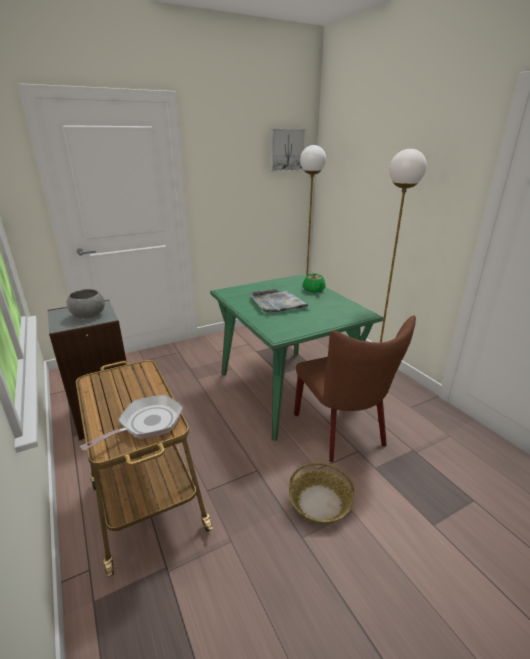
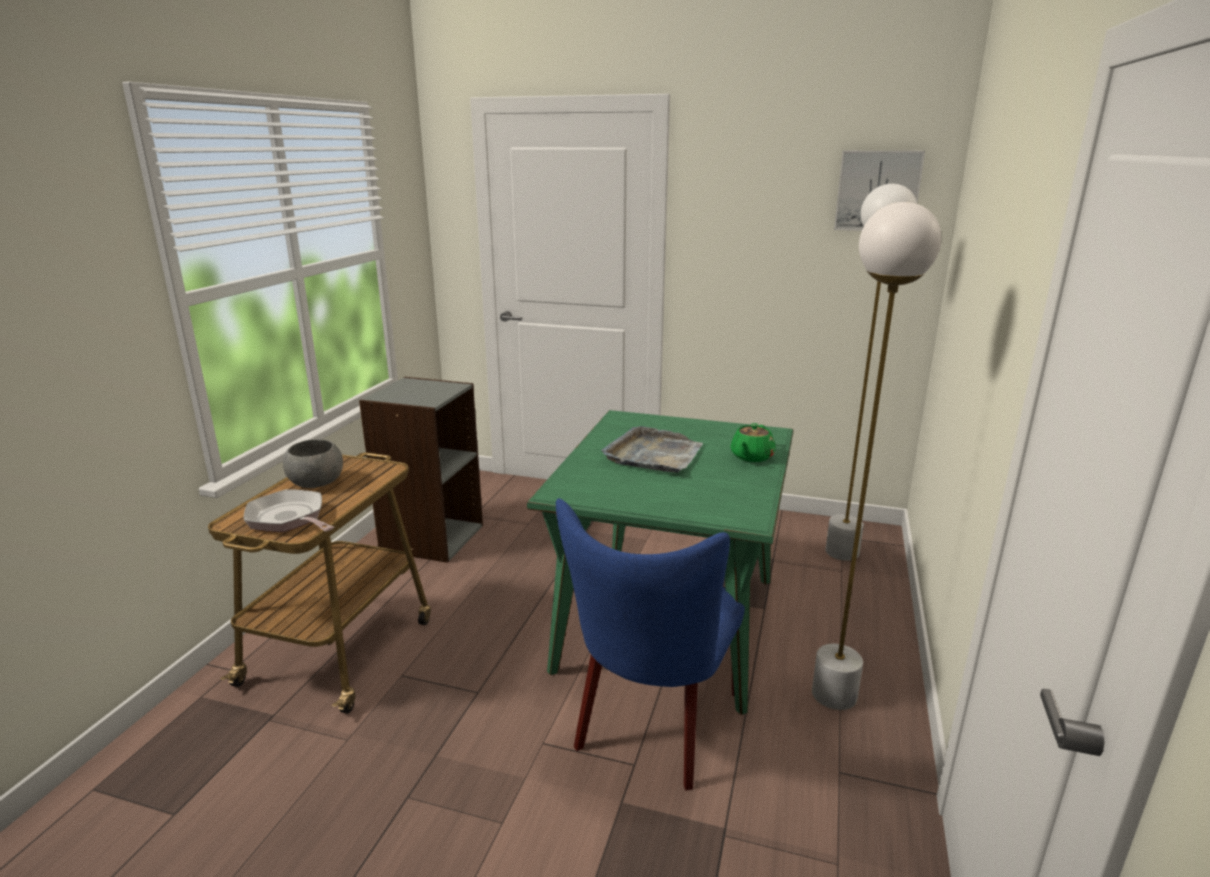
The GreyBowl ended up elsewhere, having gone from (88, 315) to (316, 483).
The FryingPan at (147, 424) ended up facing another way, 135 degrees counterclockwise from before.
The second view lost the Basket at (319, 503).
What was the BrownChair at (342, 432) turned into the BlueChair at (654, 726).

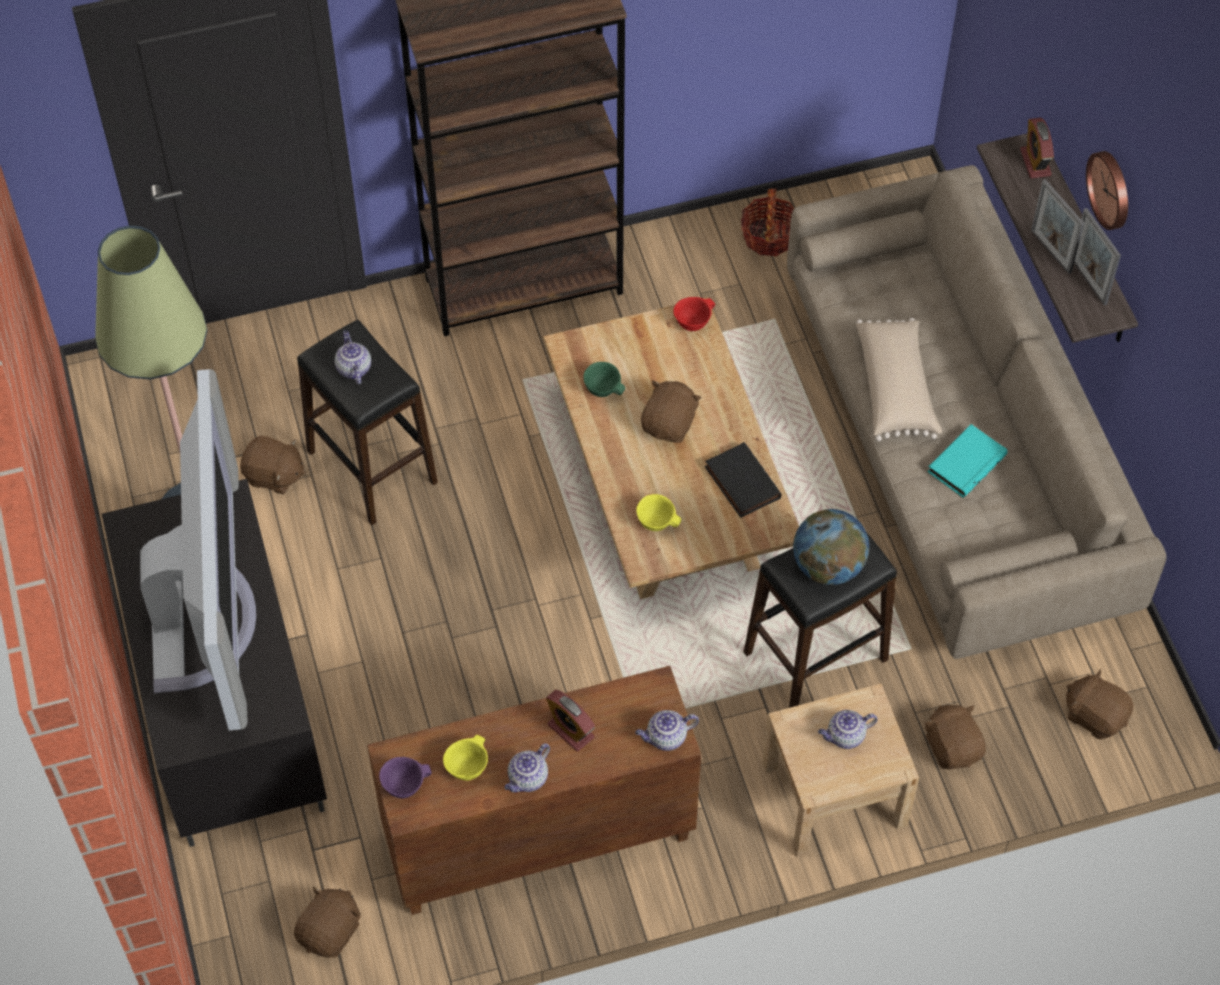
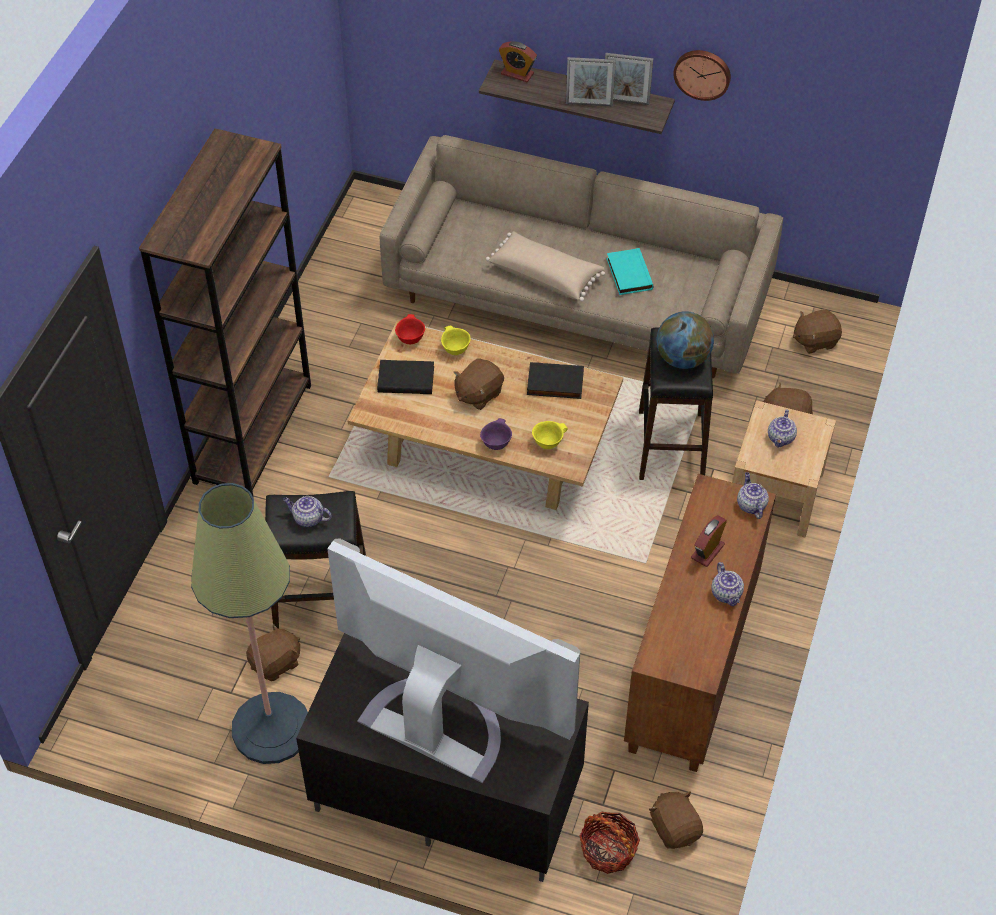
The PurpleBowl ended up elsewhere, having gone from (404, 785) to (496, 443).
The YellowBowl ended up elsewhere, having gone from (466, 767) to (455, 349).
The AlarmClock at (571, 730) ended up facing another way, 135 degrees clockwise from before.
The second view lost the GreenBowl at (603, 389).
The Teapot at (665, 738) ended up facing another way, 150 degrees clockwise from before.
The BrownPlushToy at (669, 424) ended up facing another way, 105 degrees counterclockwise from before.
The Basket ended up elsewhere, having gone from (768, 237) to (608, 850).
The WallClock ended up elsewhere, having gone from (1111, 189) to (702, 73).
The second view gained the BlackBook at (406, 378).

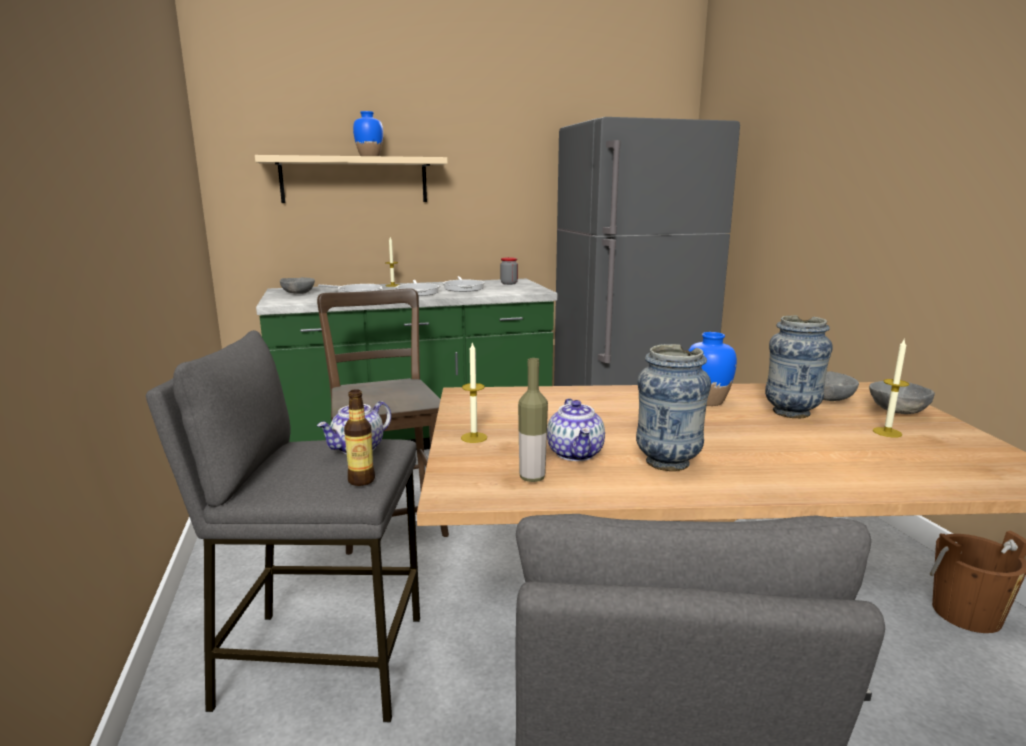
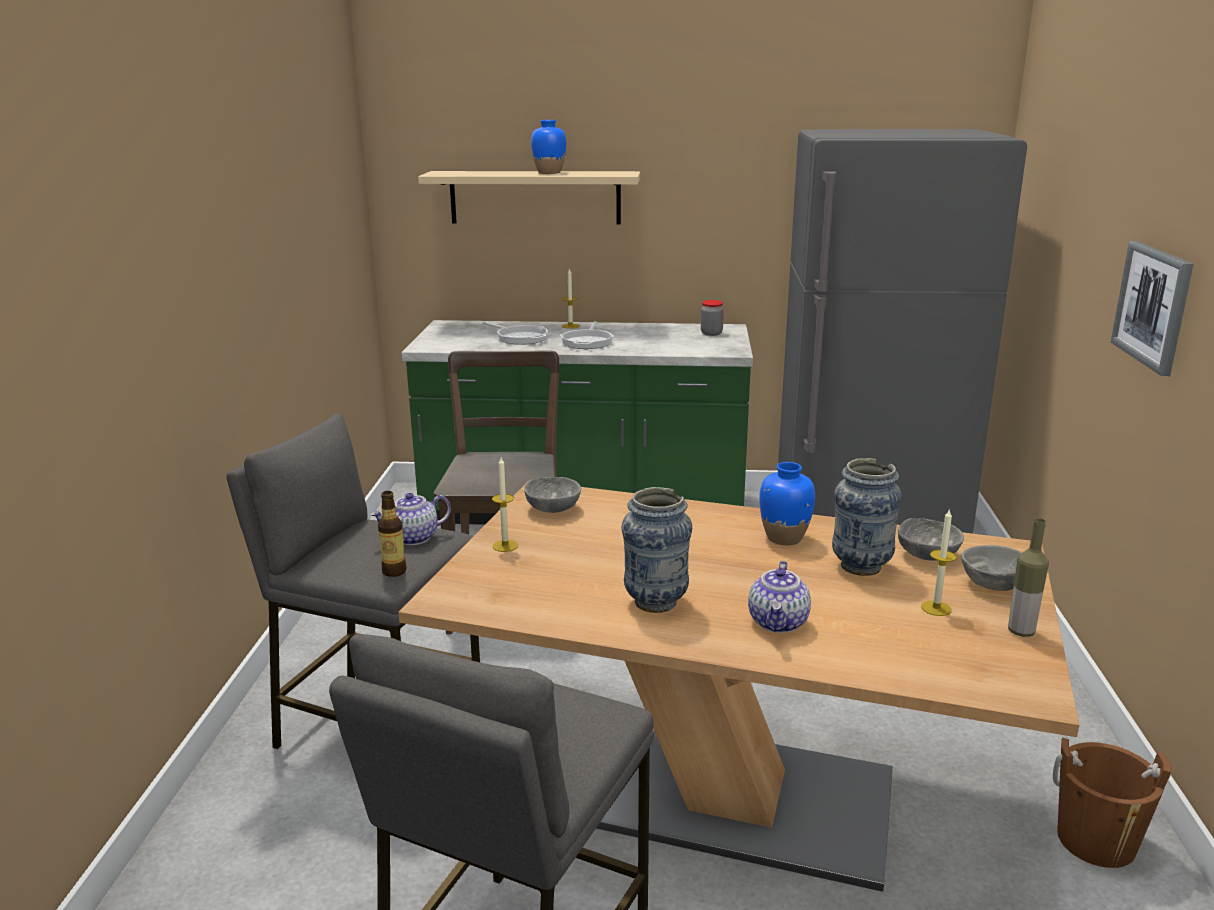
The GreyBowl ended up elsewhere, having gone from (298, 293) to (552, 509).
The second view lost the FryingPan at (463, 288).
The Bottle ended up elsewhere, having gone from (532, 478) to (1021, 631).
The Teapot ended up elsewhere, having gone from (576, 453) to (779, 623).
The second view gained the Picture at (1153, 306).

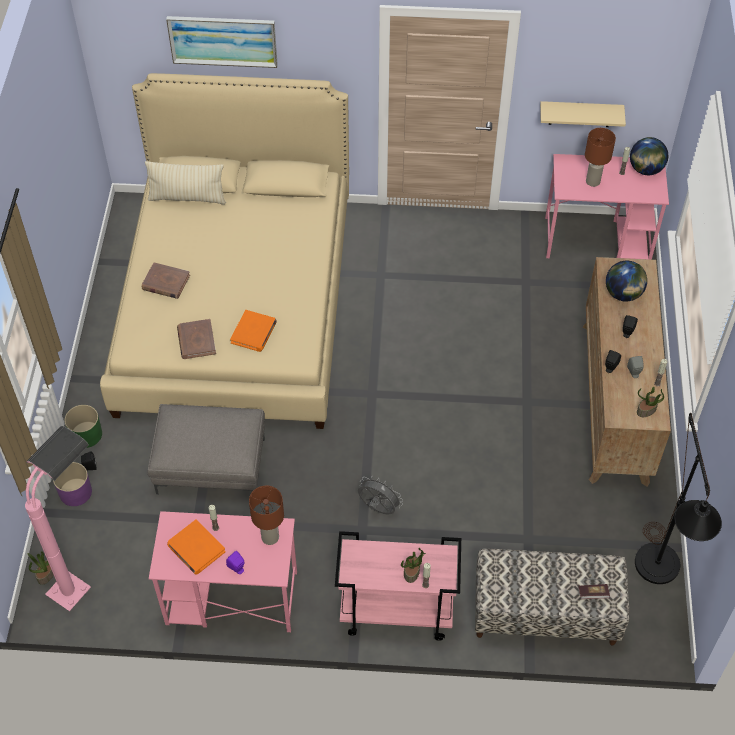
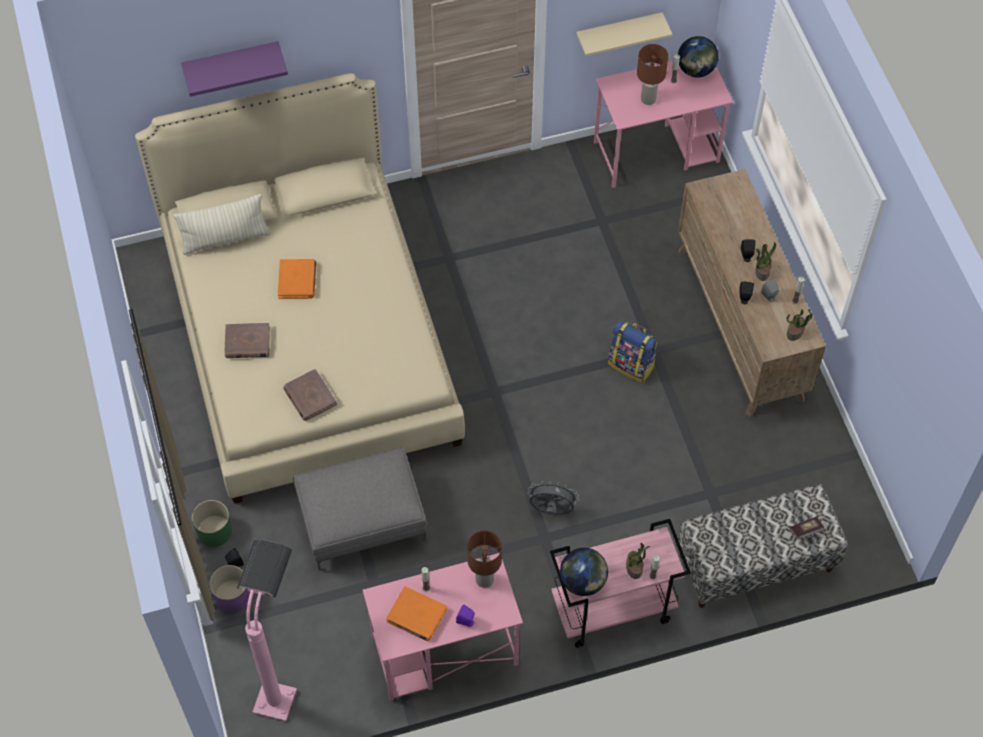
The PottedPlant ended up elsewhere, having gone from (46, 574) to (762, 271).
Where the Picture hung at (223, 40), the PurpleShelf came to hang at (231, 63).
The OrangeBook ended up elsewhere, having gone from (254, 332) to (297, 280).
The Globe ended up elsewhere, having gone from (623, 294) to (583, 581).
The second view lost the BlackFloorLamp at (657, 576).
The second view gained the Backpack at (631, 365).

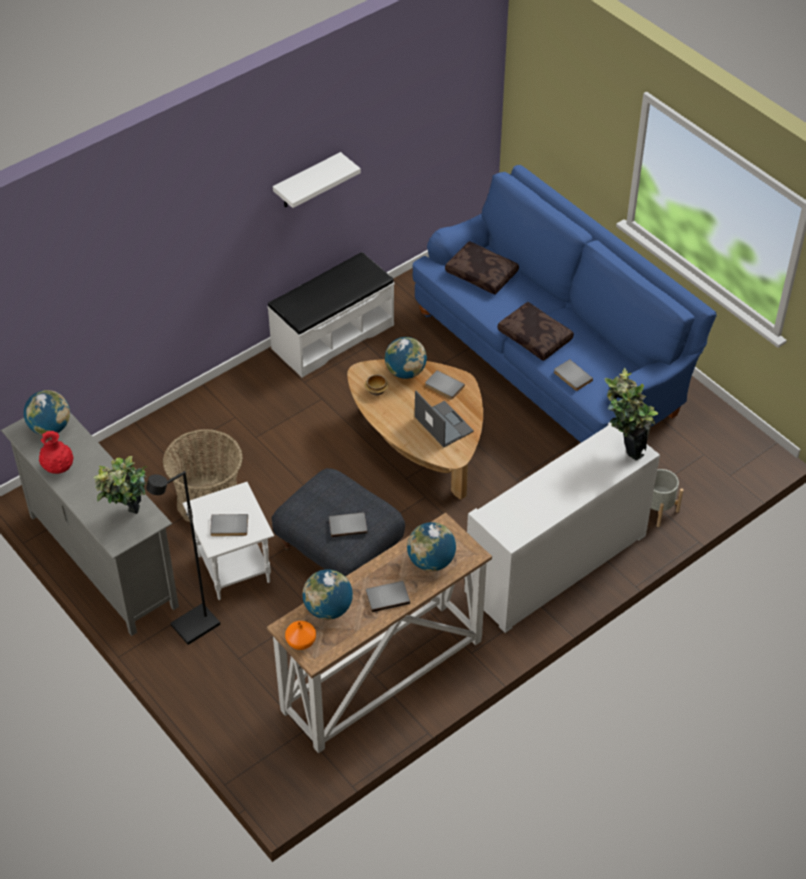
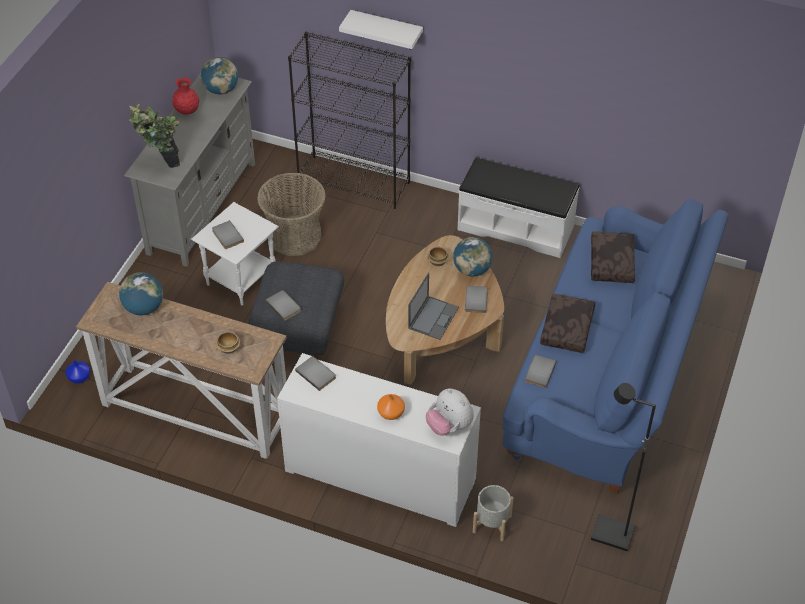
The BlackFloorLamp ended up elsewhere, having gone from (195, 626) to (611, 535).
The WhiteShelf ended up elsewhere, having gone from (307, 181) to (386, 30).
The OrangeVase ended up elsewhere, having gone from (301, 642) to (390, 413).
The GreyBook ended up elsewhere, having gone from (387, 596) to (317, 373).
Where the Globe stood at (431, 561), the Bowl came to stand at (228, 348).
Where the PottedPlant stood at (624, 447), the PlushToy came to stand at (449, 426).
The second view gained the BlueVase at (79, 378).
The second view gained the BlackBookcase at (354, 182).

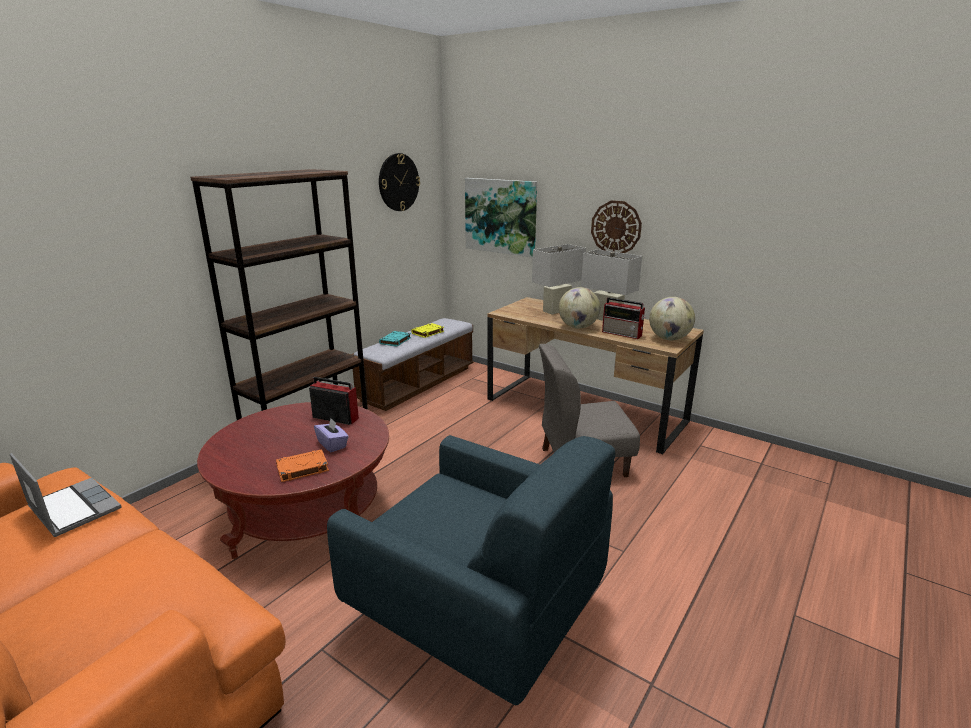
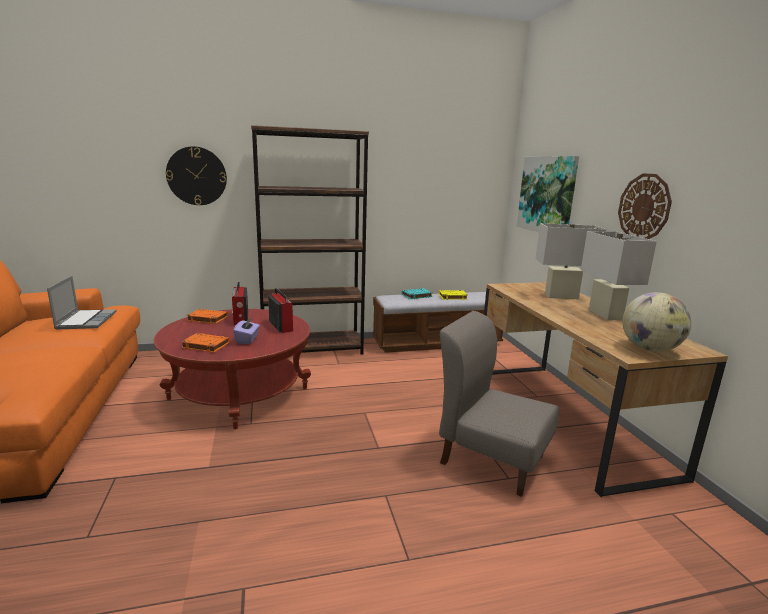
The second view lost the BlueArmchair at (478, 613).
The WallClock ended up elsewhere, having gone from (398, 182) to (197, 176).
The second view lost the Globe at (578, 327).
The Radio ended up elsewhere, having gone from (623, 334) to (240, 319).
The second view gained the OrangeBook at (207, 319).

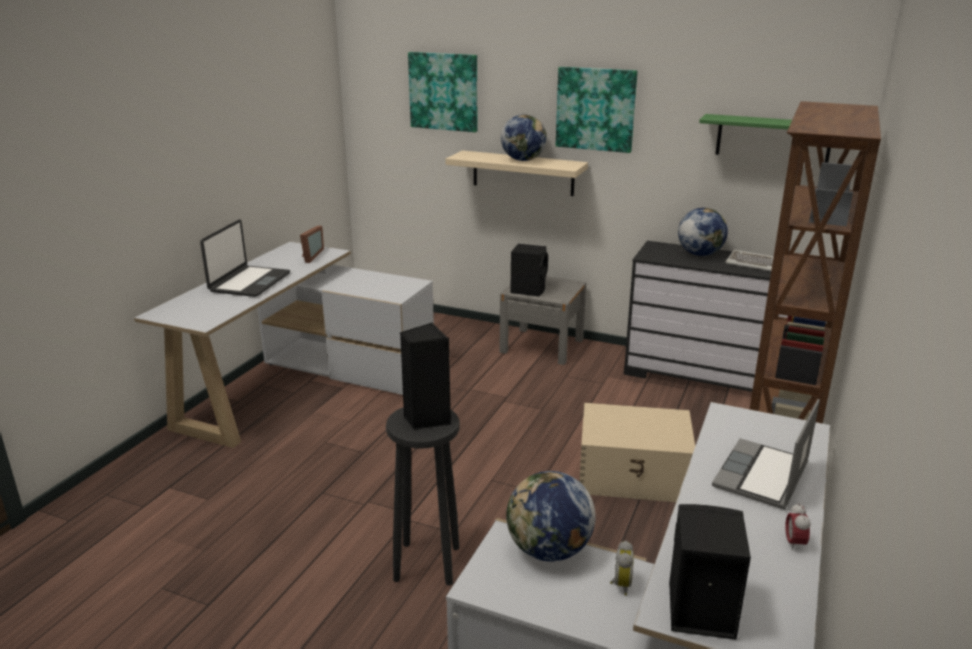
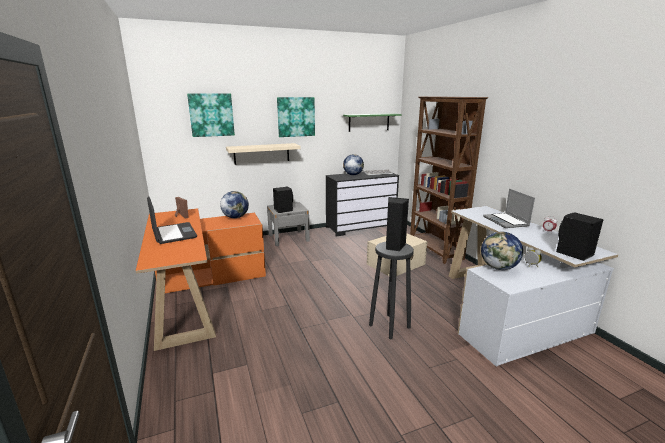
What was the WhiteDesk at (301, 385) turned into the OrangeDesk at (201, 294).
The Globe ended up elsewhere, having gone from (523, 160) to (235, 217).

